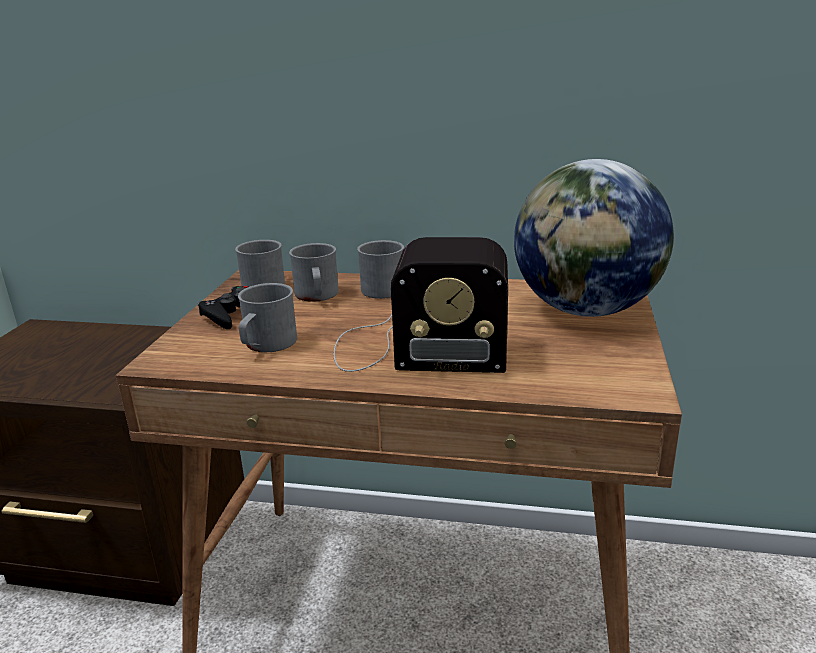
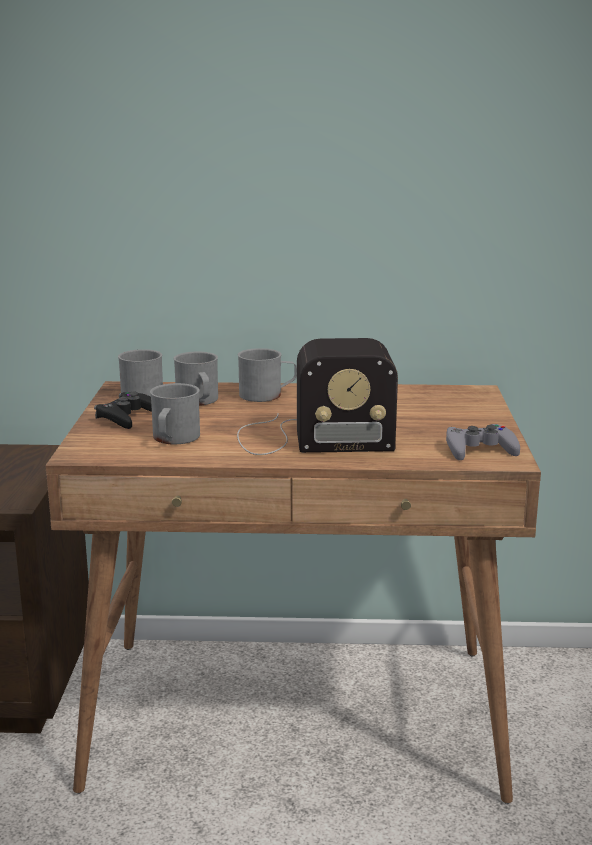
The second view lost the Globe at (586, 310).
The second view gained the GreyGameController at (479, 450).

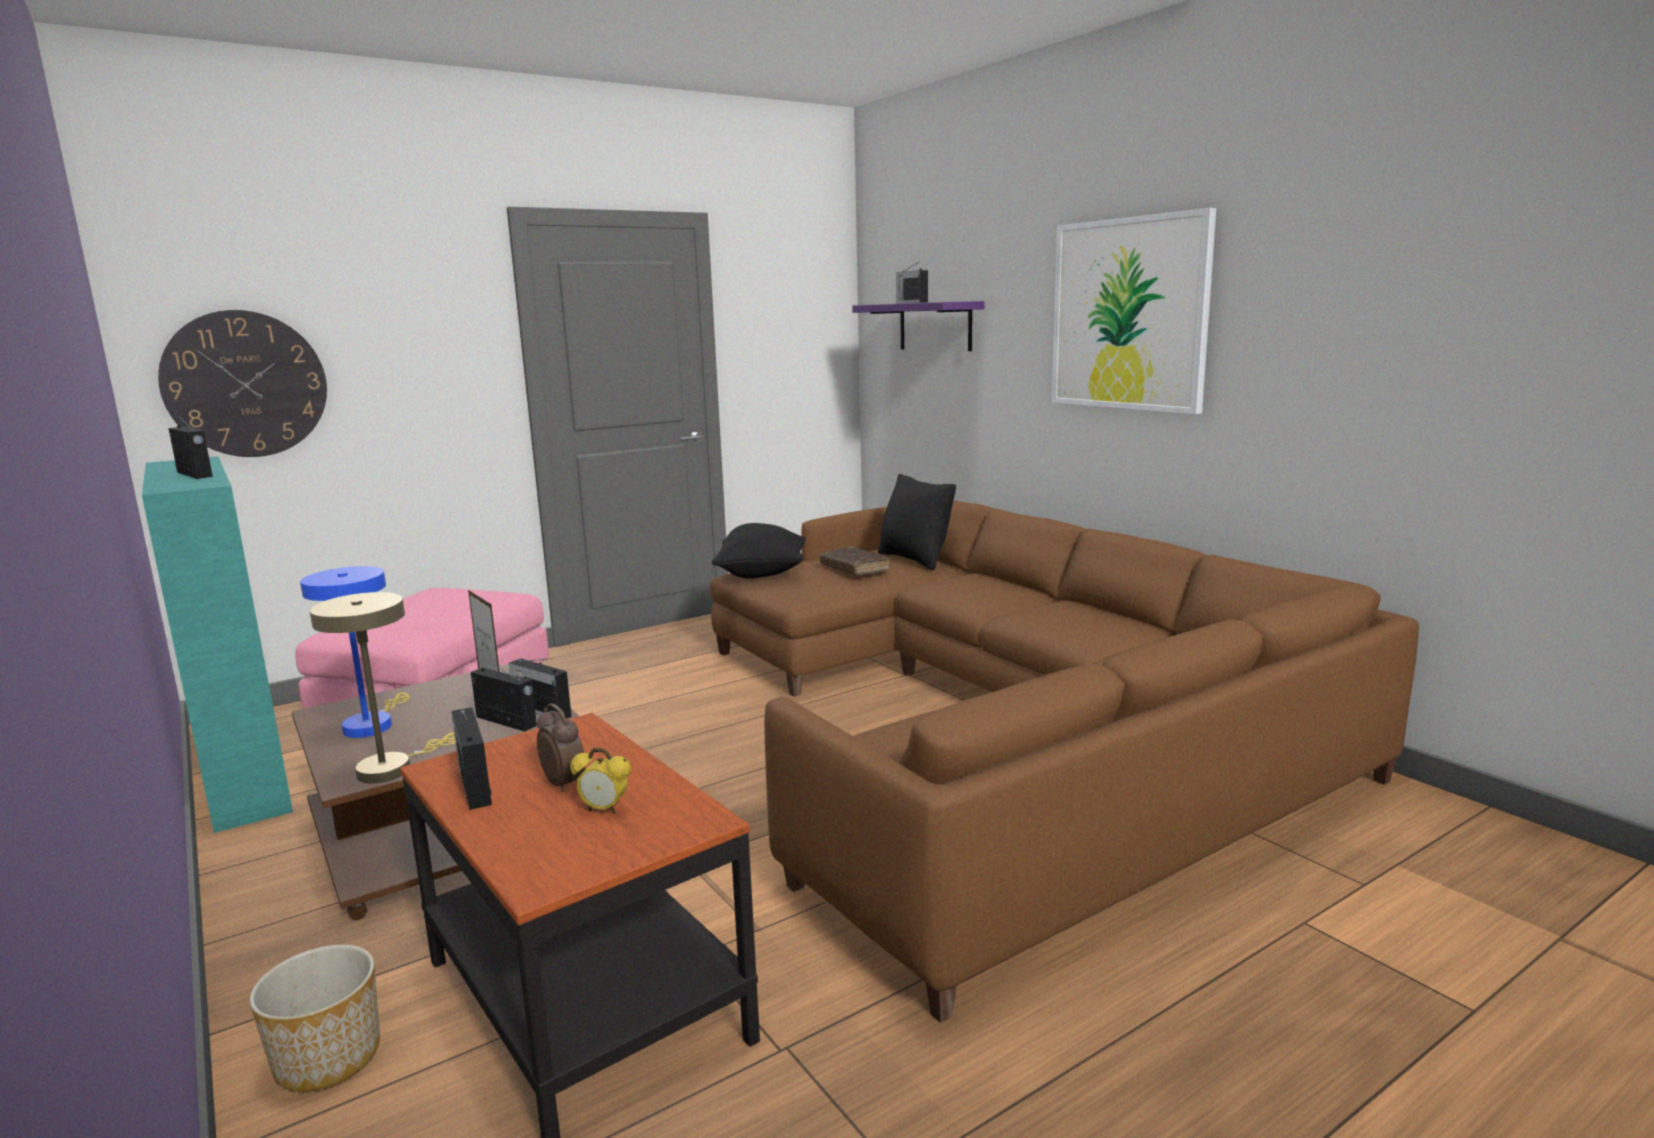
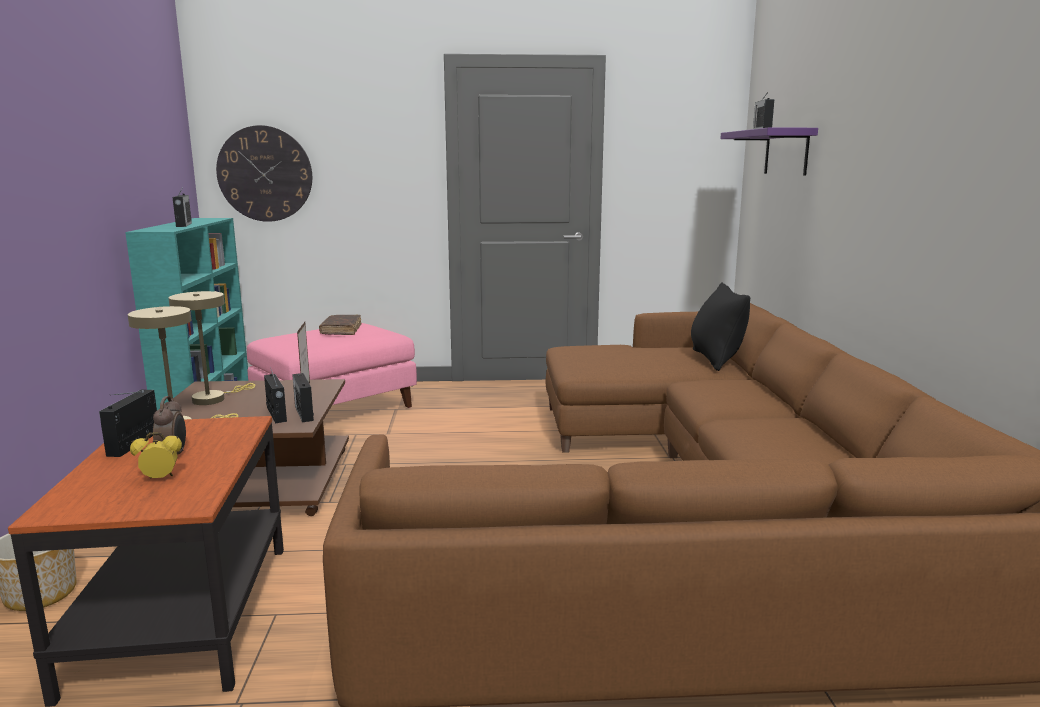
What was the BlueTableLamp at (371, 724) turned into the BeigeTableLamp at (213, 398).
The AlarmClock at (604, 809) ended up facing another way, 120 degrees clockwise from before.
The second view lost the BlackPillow at (762, 574).
The BrownBook ended up elsewhere, having gone from (854, 569) to (341, 330).
The second view lost the Picture at (1129, 314).

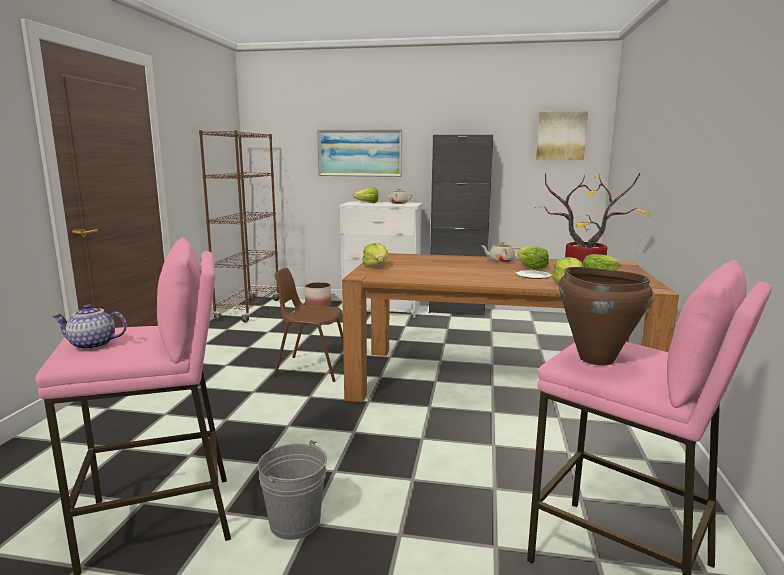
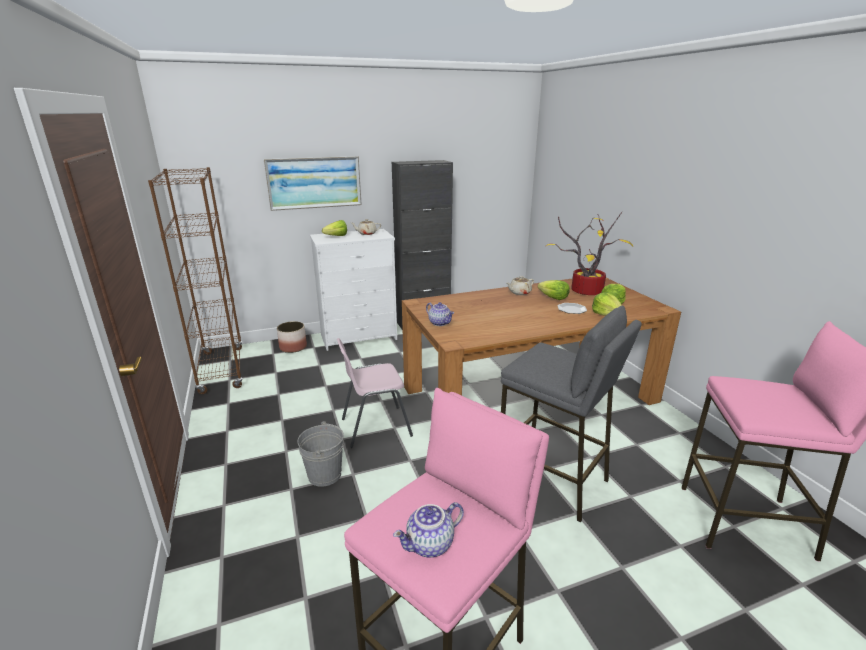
The GreyBucket ended up elsewhere, having gone from (295, 522) to (324, 475).
What was the BrownChair at (312, 368) turned into the PinkChair at (375, 427).
Where the Lettuce stood at (376, 266), the Teapot came to stand at (440, 323).
The second view lost the Picture at (561, 136).
The second view lost the BrownCookingPot at (595, 359).
The second view gained the GreyStool at (552, 480).

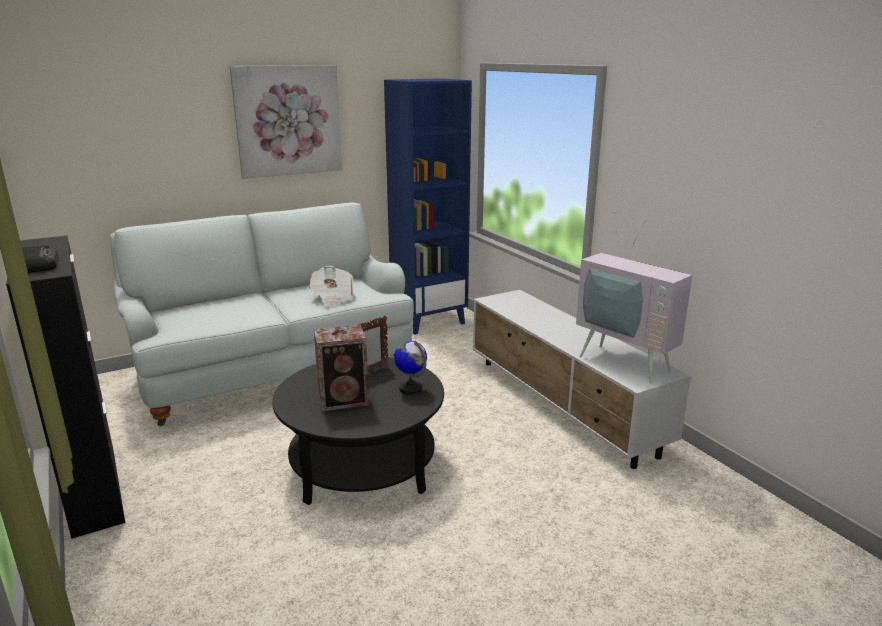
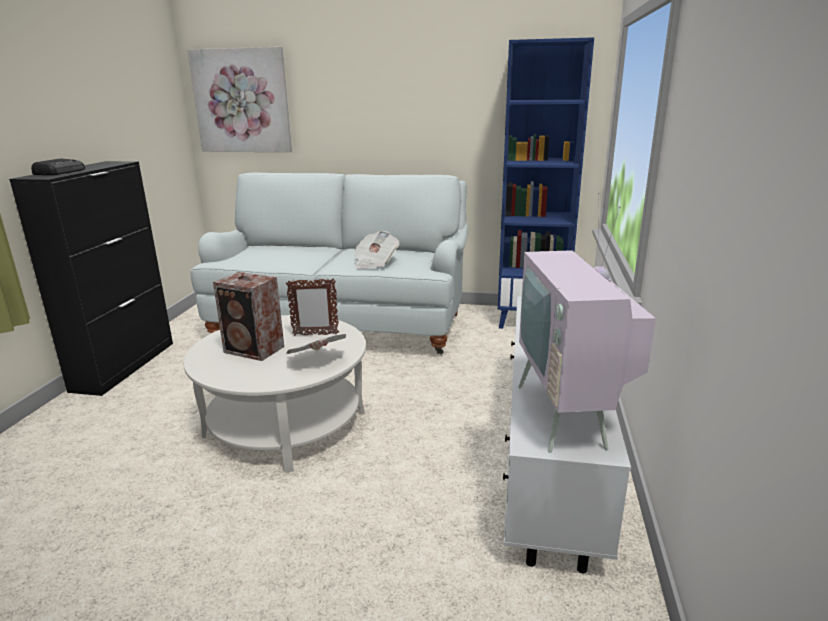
The Picture ended up elsewhere, having gone from (288, 121) to (241, 101).
What was the BlackCoffeeTable at (363, 463) turned into the WhiteCoffeeTable at (286, 423).
Where the Globe stood at (410, 389), the Newspaper came to stand at (317, 360).

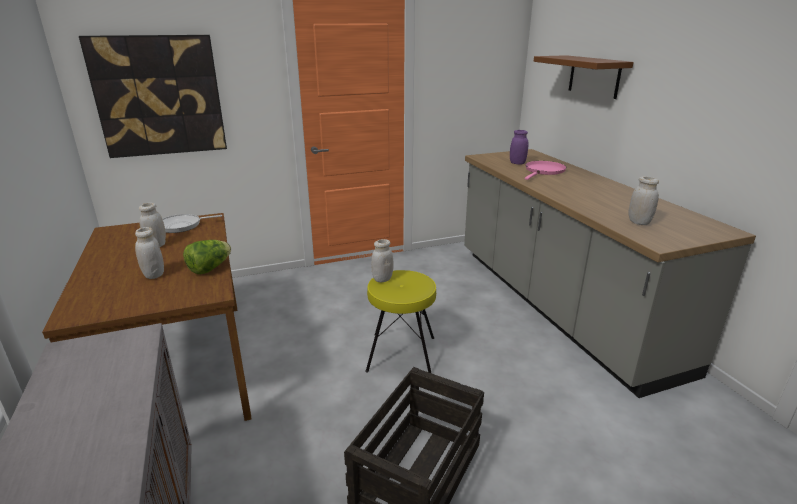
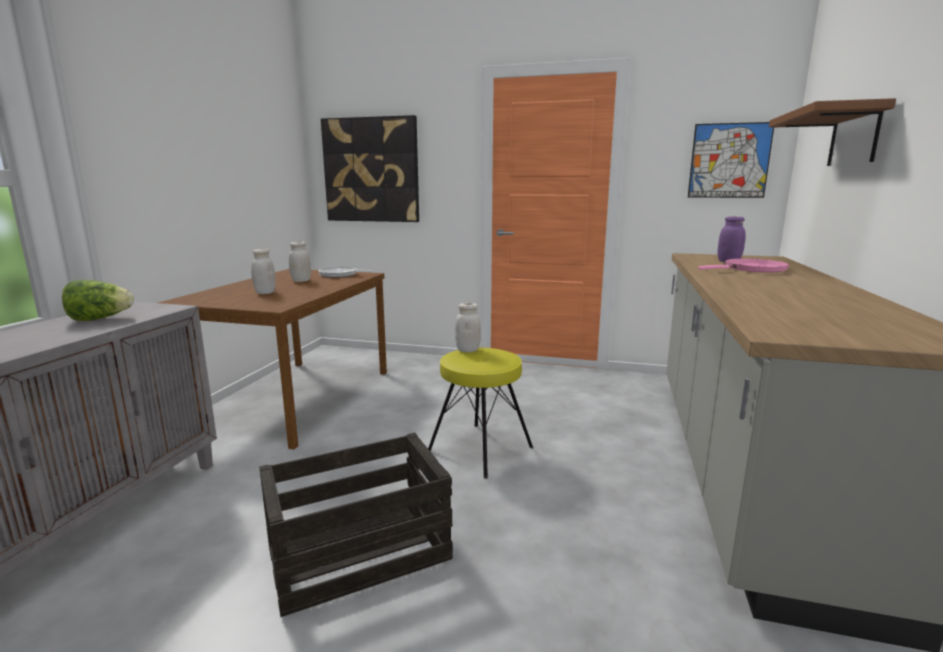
The Lettuce ended up elsewhere, having gone from (210, 268) to (100, 319).
The second view lost the WhiteJar at (639, 222).
The second view gained the Picture at (729, 161).

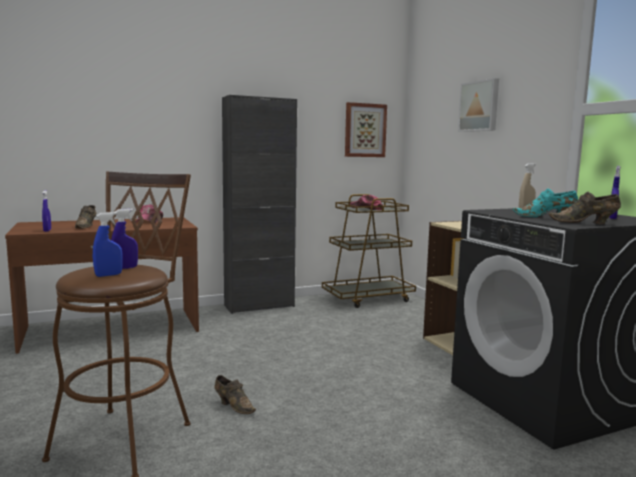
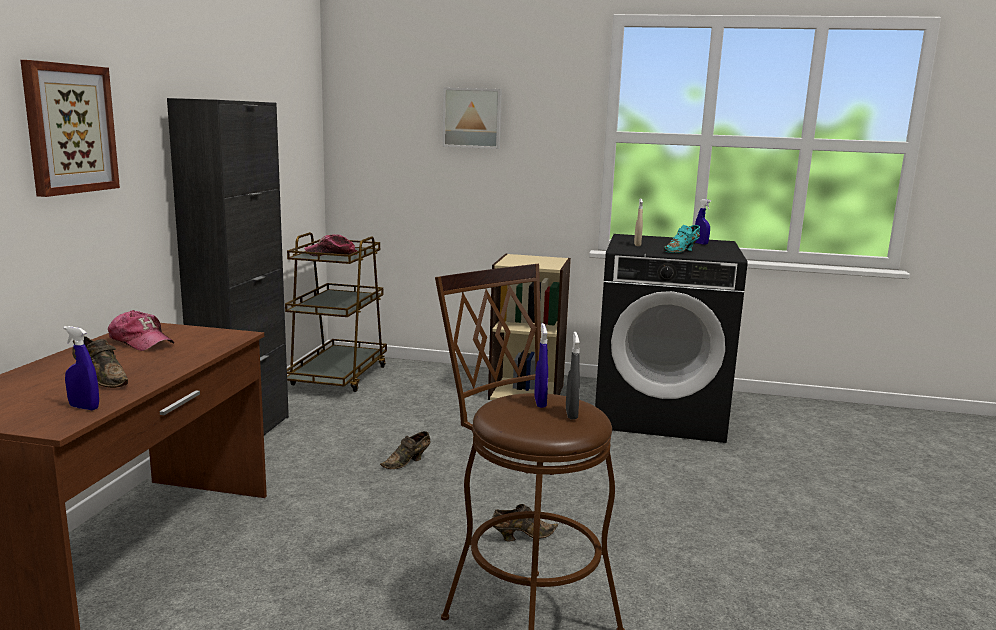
What was the BlueSprayBottle at (108, 275) turned into the GreySprayBottle at (571, 414).
The Picture ended up elsewhere, having gone from (365, 130) to (69, 129).
The BrownShoe ended up elsewhere, having gone from (585, 223) to (407, 462).

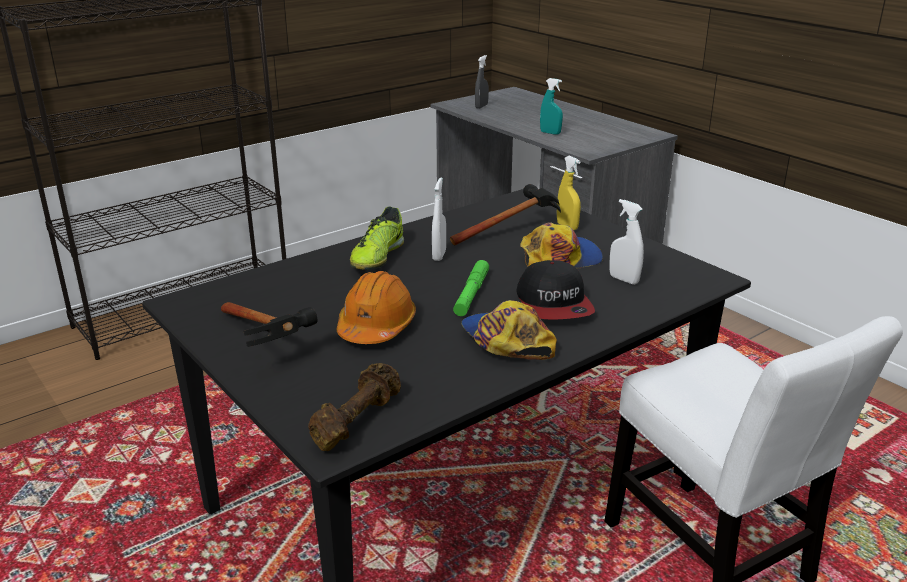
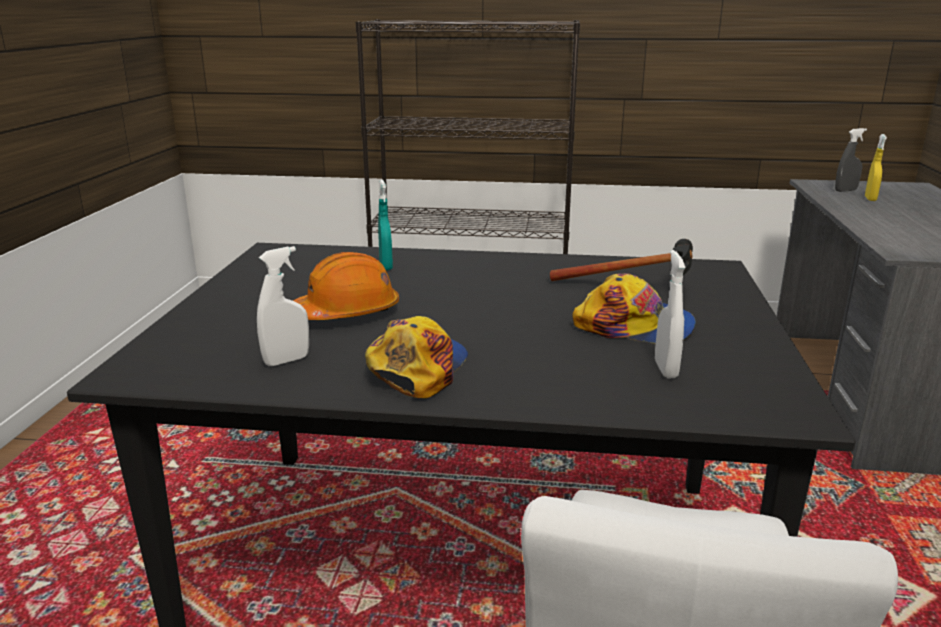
The second view lost the Hammer at (268, 345).
The second view lost the BrownDumbbell at (355, 420).
The second view lost the Shoe at (377, 257).
The WhiteSprayBottle ended up elsewhere, having gone from (439, 255) to (286, 360).
The second view lost the GreenFlashlight at (471, 293).
The second view lost the Cap at (554, 304).
The TurquoiseSprayBottle ended up elsewhere, having gone from (550, 133) to (386, 266).
The YellowSprayBottle ended up elsewhere, having gone from (567, 226) to (870, 199).

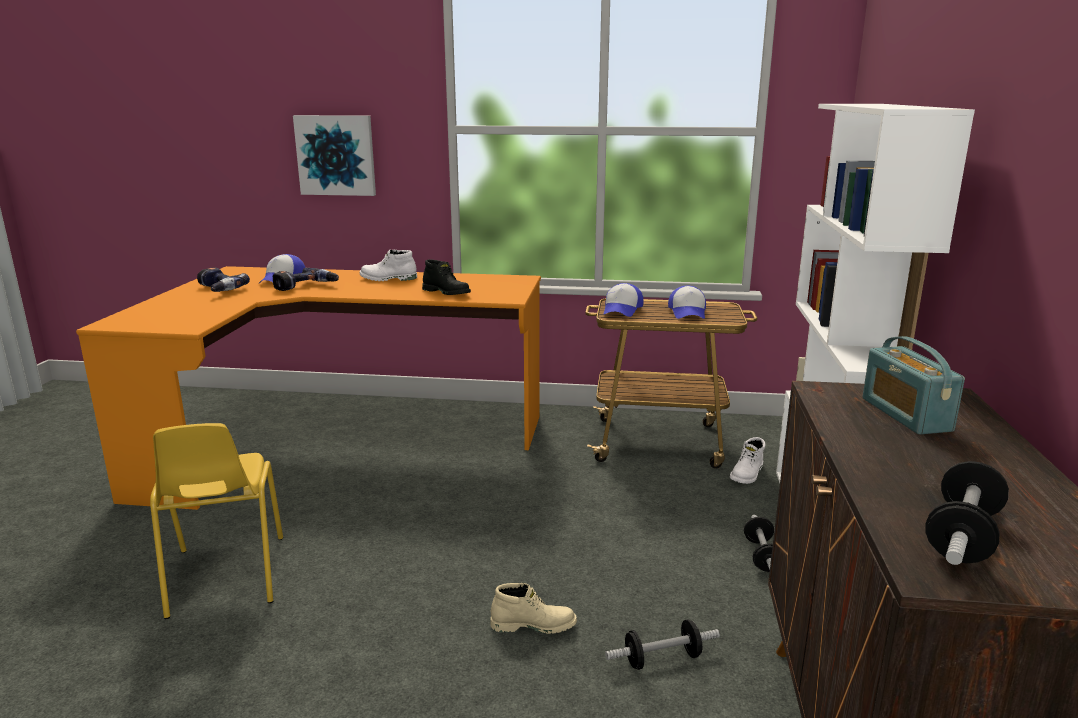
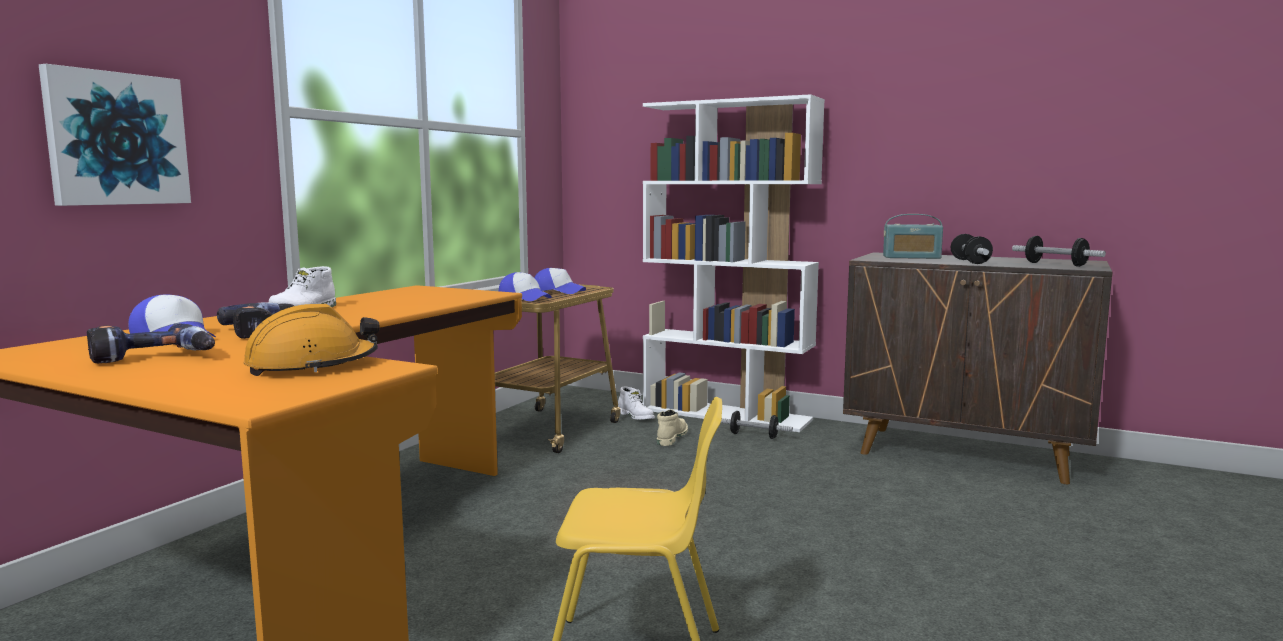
The second view lost the BlackBoot at (447, 293).
The BeigeBoot ended up elsewhere, having gone from (533, 625) to (671, 437).
The Dumbbell ended up elsewhere, having gone from (662, 659) to (970, 262).
The second view gained the OrangeHardHat at (312, 366).

